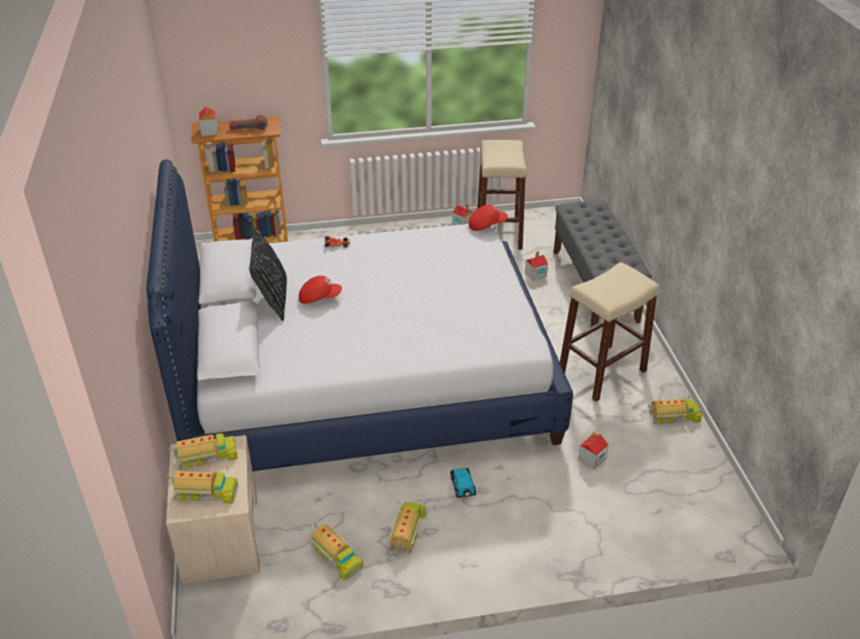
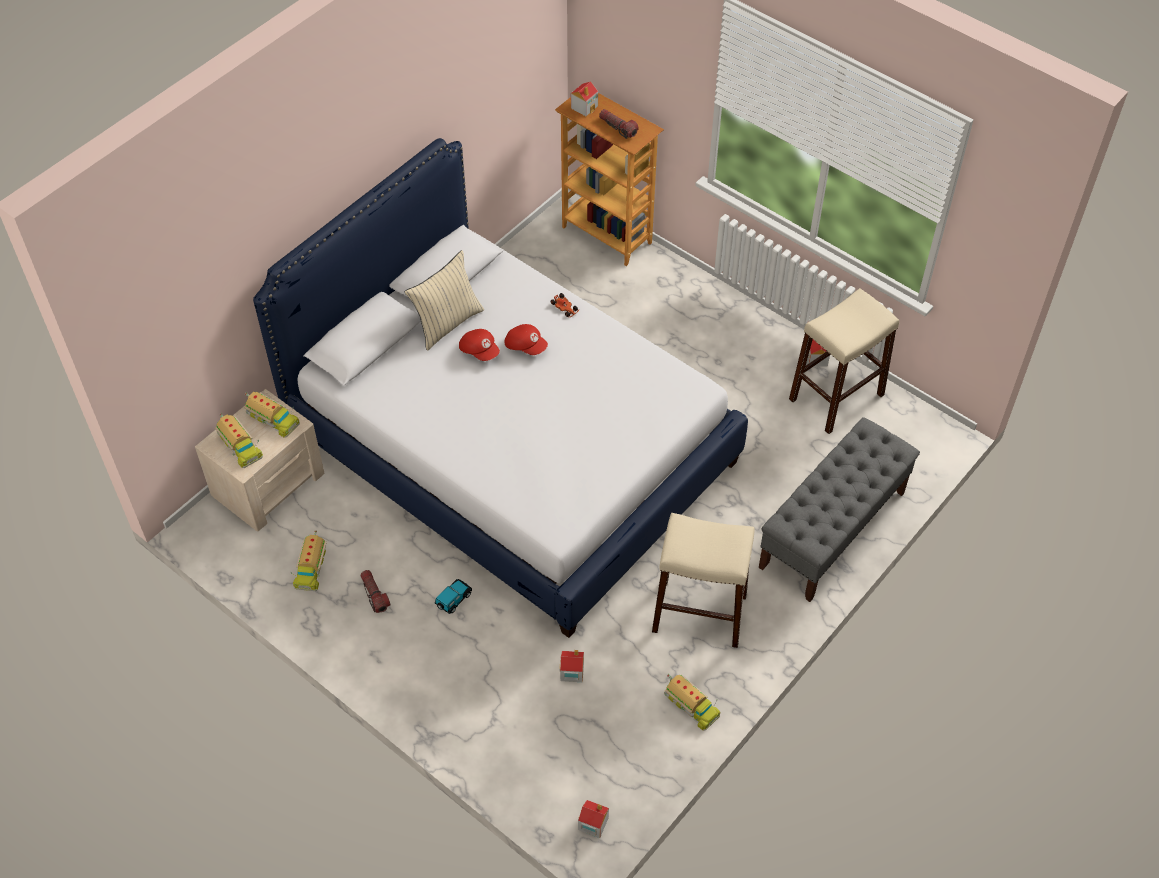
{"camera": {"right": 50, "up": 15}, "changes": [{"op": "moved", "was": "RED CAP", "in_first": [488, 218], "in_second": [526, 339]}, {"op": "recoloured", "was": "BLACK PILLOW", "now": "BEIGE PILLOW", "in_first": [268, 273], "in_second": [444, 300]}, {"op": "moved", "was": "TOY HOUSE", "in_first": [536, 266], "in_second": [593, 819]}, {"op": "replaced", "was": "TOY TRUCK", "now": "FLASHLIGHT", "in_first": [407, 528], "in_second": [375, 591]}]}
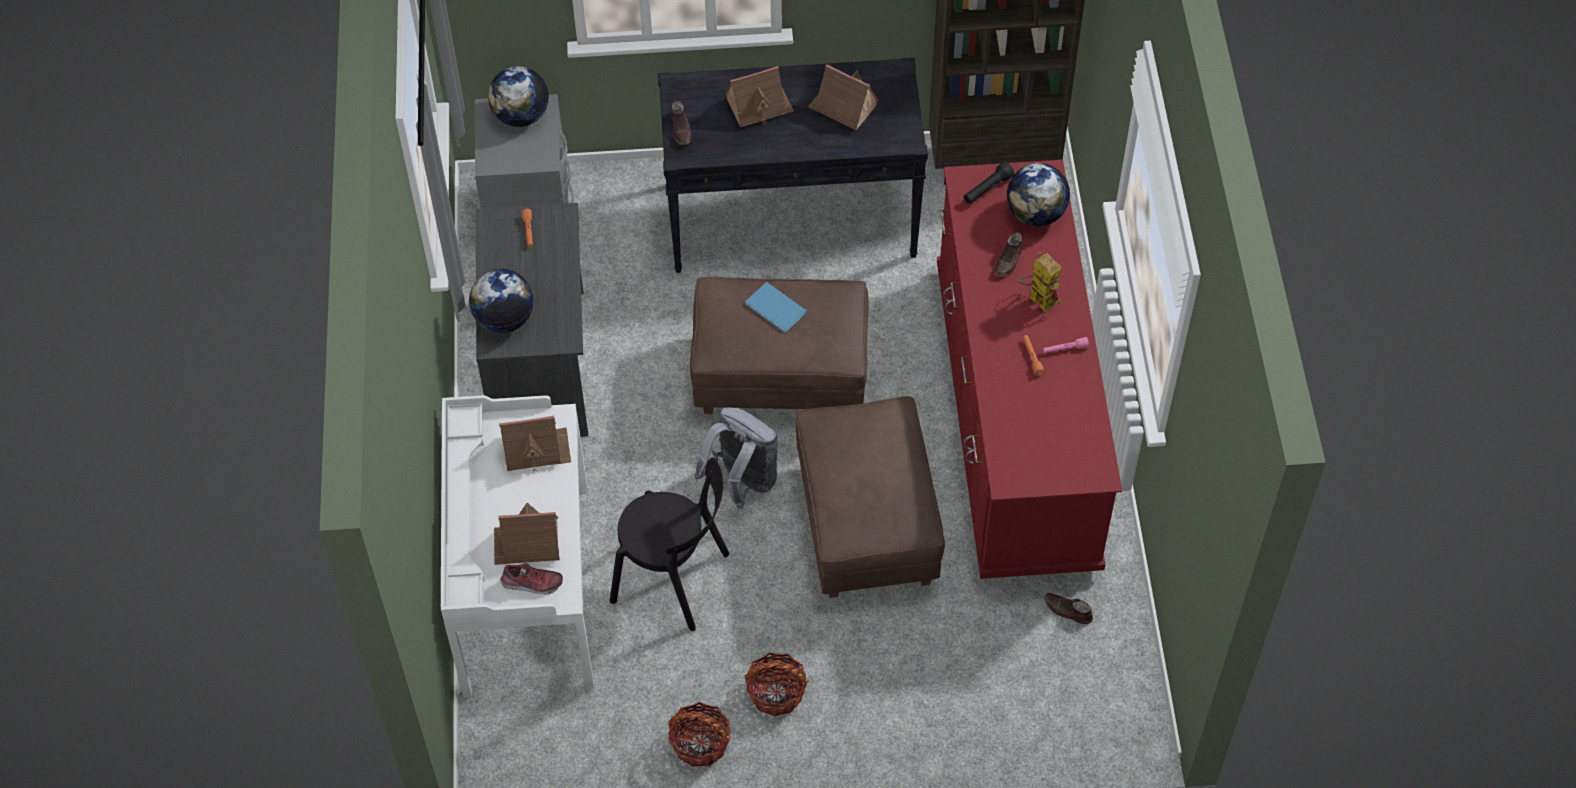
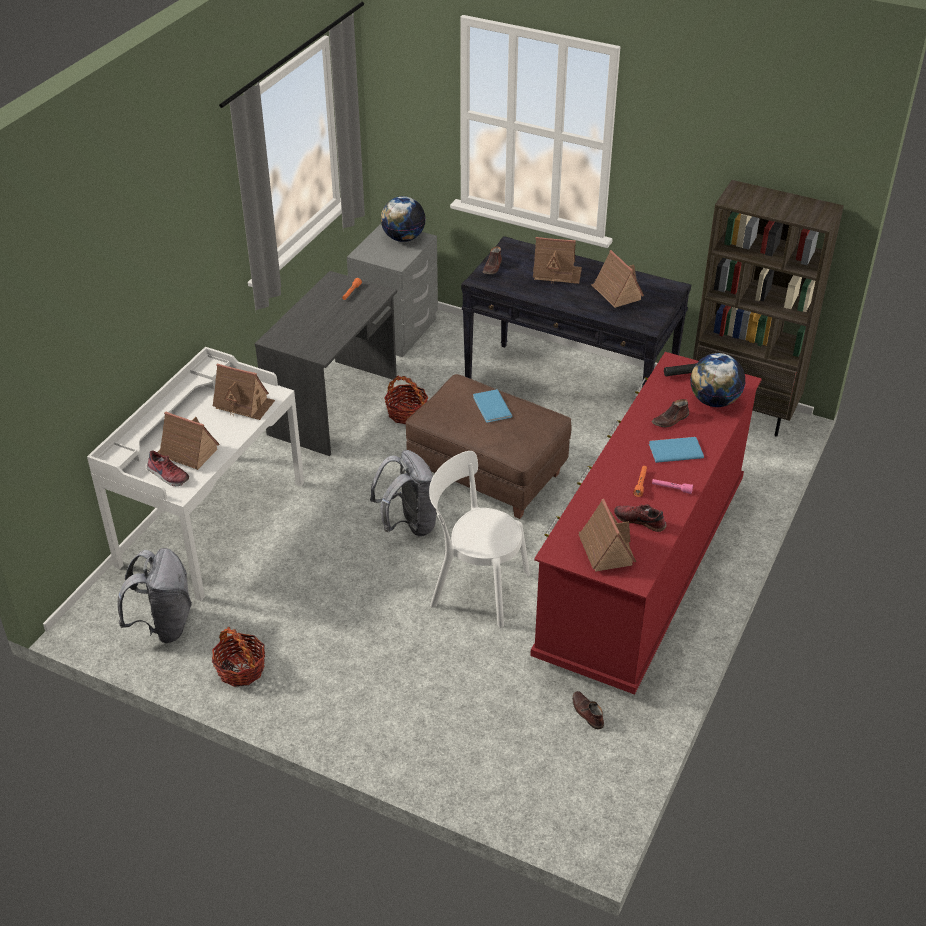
{"camera": {"right": 30, "up": -15}, "changes": [{"op": "replaced", "was": "TOY ROBOT", "now": "BLUE BOOK", "in_first": [1039, 282], "in_second": [676, 450]}, {"op": "removed", "was": "GLOBE", "in_first": [501, 301]}, {"op": "replaced", "was": "BROWN OTTOMAN", "now": "WHITE CHAIR", "in_first": [870, 497], "in_second": [479, 539]}, {"op": "removed", "was": "BLACK CHAIR", "in_first": [669, 544]}, {"op": "moved", "was": "BASKET", "in_first": [776, 684], "in_second": [406, 400]}, {"op": "added", "now": "TOY HOUSE", "in_second": [607, 535]}, {"op": "added", "now": "SHOE", "in_second": [640, 518]}, {"op": "added", "now": "GREY BACKPACK", "in_second": [154, 595]}]}
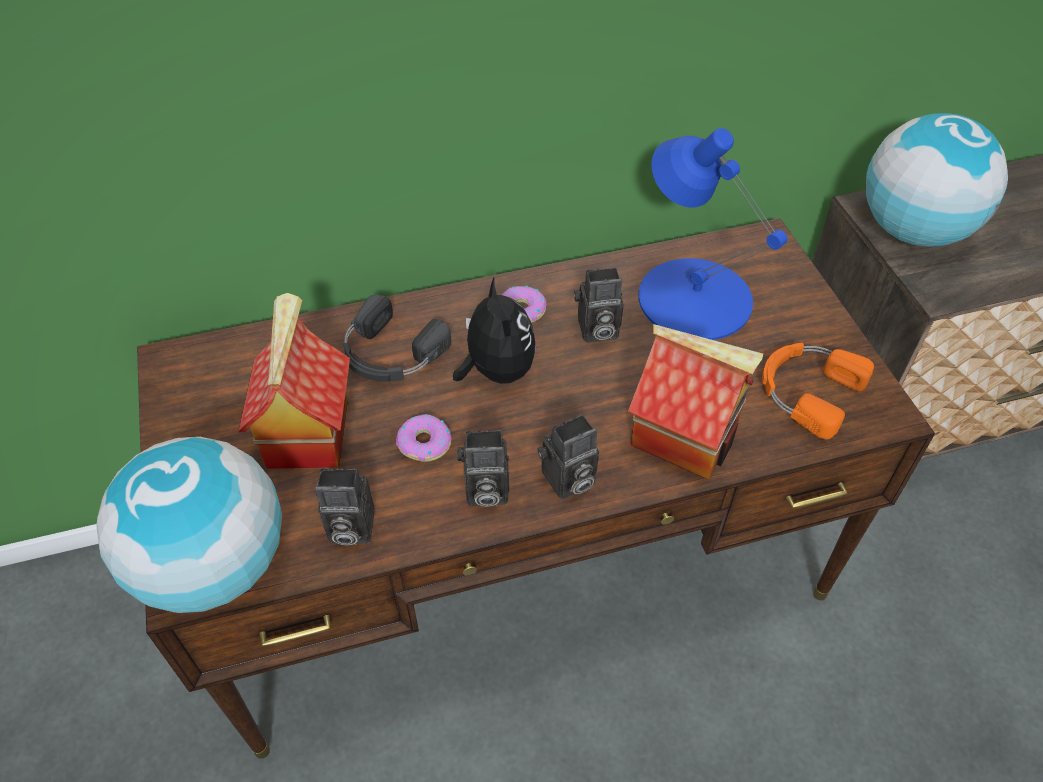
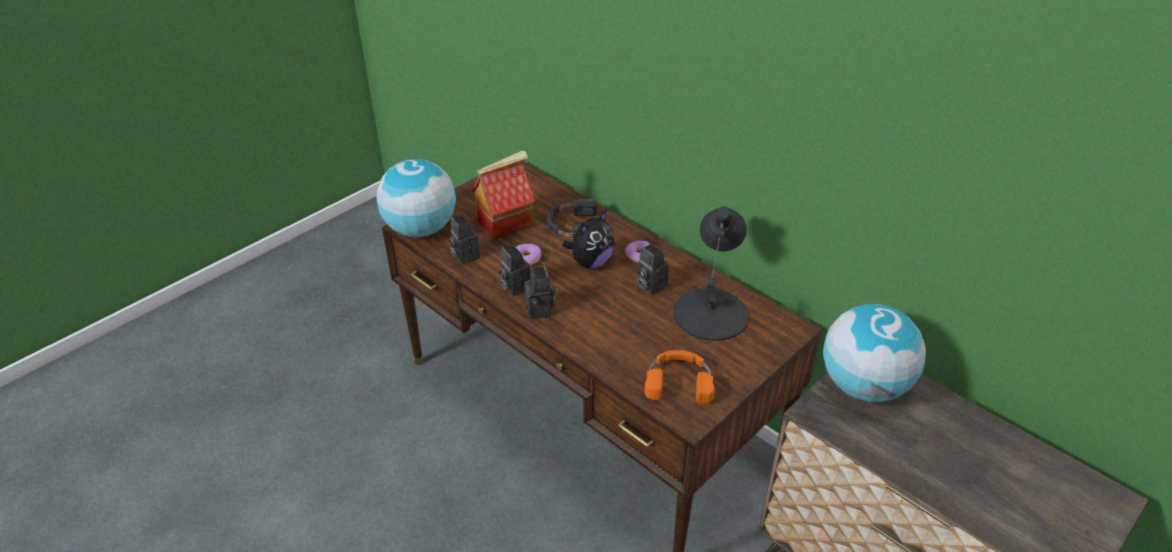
{"camera": {"right": 60, "up": -10}, "changes": [{"op": "recoloured", "was": "BLUE TABLE LAMP", "now": "BLACK TABLE LAMP", "in_first": [713, 234], "in_second": [711, 273]}, {"op": "removed", "was": "TOY HOUSE", "in_first": [695, 402]}, {"op": "turned", "was": "PHOTO CAMERA", "in_first": [568, 457], "in_second": [540, 292], "clockwise": -135}]}
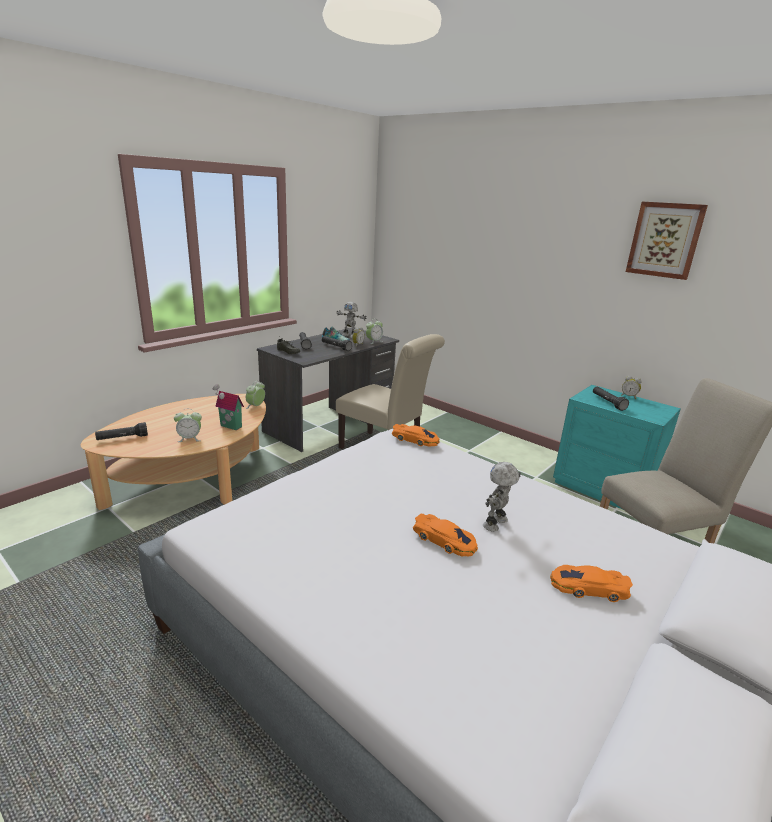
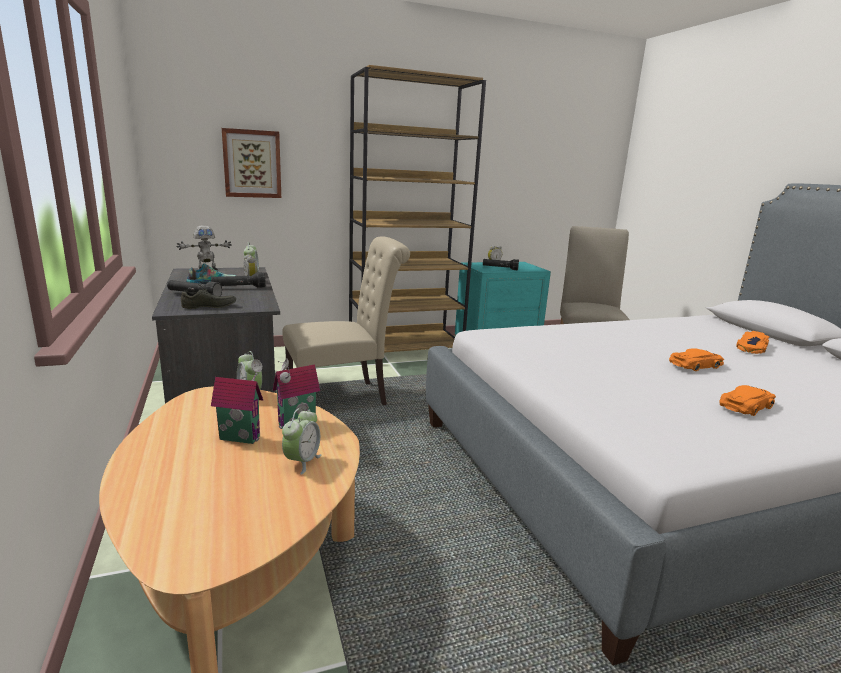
{"camera": {"right": -60, "up": -5}, "changes": [{"op": "moved", "was": "PICTURE", "in_first": [667, 241], "in_second": [251, 163]}, {"op": "removed", "was": "BLACK FLASHLIGHT", "in_first": [121, 431]}, {"op": "moved", "was": "ORANGE TOY CAR", "in_first": [416, 435], "in_second": [748, 400]}, {"op": "removed", "was": "TOY ROBOT", "in_first": [502, 497]}, {"op": "added", "now": "BROWN BOOKCASE", "in_second": [417, 213]}, {"op": "added", "now": "TOY HOUSE", "in_second": [237, 401]}]}
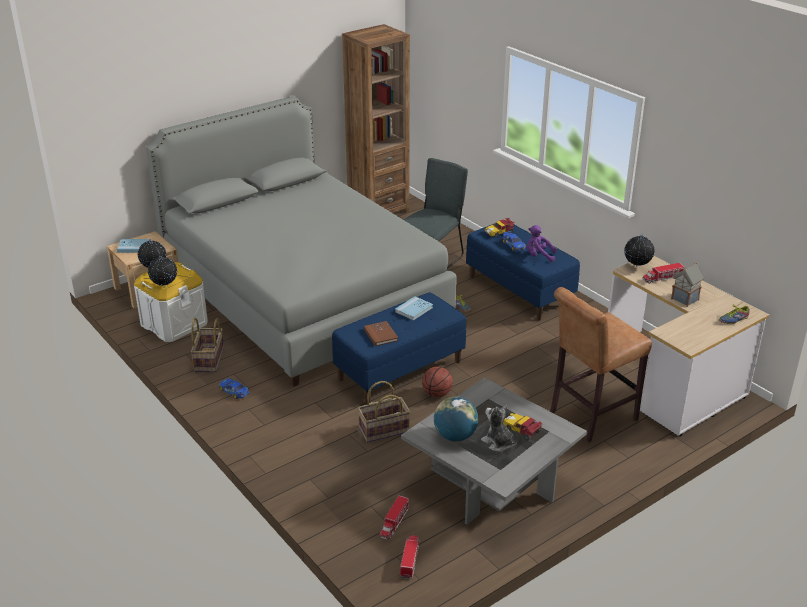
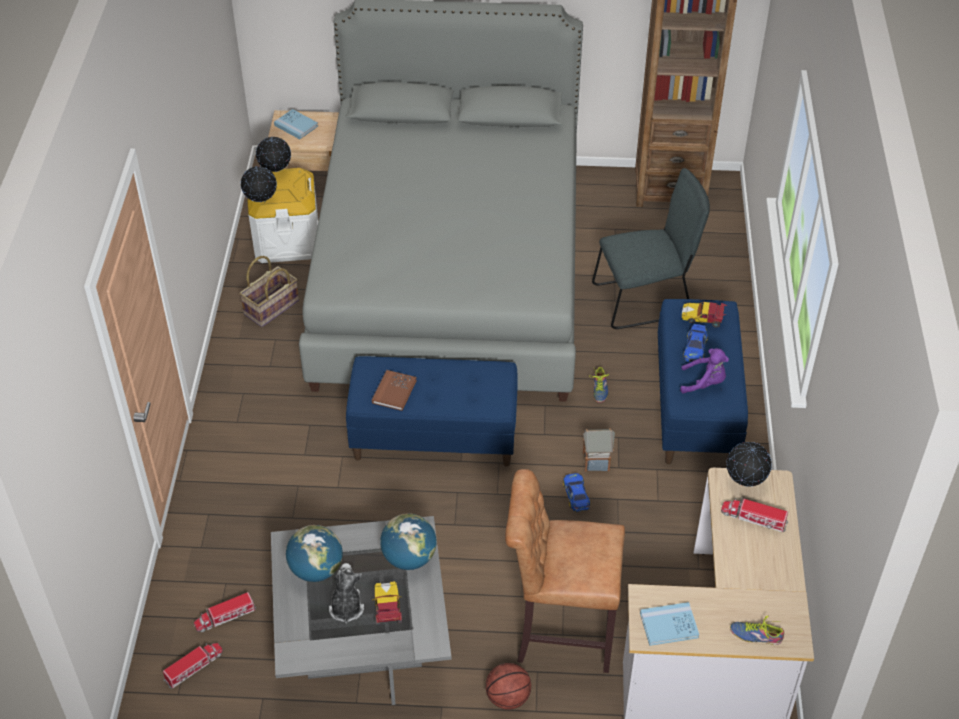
{"camera": {"right": 40, "up": 15}, "changes": [{"op": "turned", "was": "PURPLE PLUSH TOY", "in_first": [542, 243], "in_second": [704, 371], "clockwise": 135}, {"op": "moved", "was": "TOY HOUSE", "in_first": [688, 284], "in_second": [599, 449]}, {"op": "moved", "was": "BLUE BOOK", "in_first": [414, 308], "in_second": [669, 624]}, {"op": "moved", "was": "BASKETBALL", "in_first": [437, 382], "in_second": [508, 686]}, {"op": "moved", "was": "TOY CAR", "in_first": [234, 389], "in_second": [576, 492]}, {"op": "removed", "was": "BASKET", "in_first": [384, 412]}, {"op": "added", "now": "GLOBE", "in_second": [408, 541]}]}
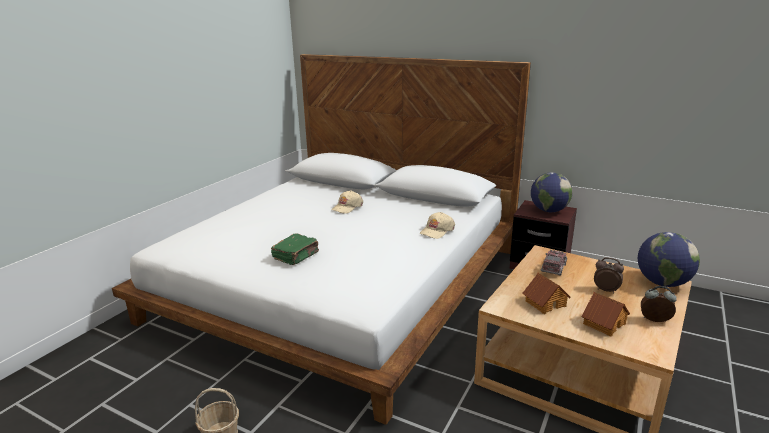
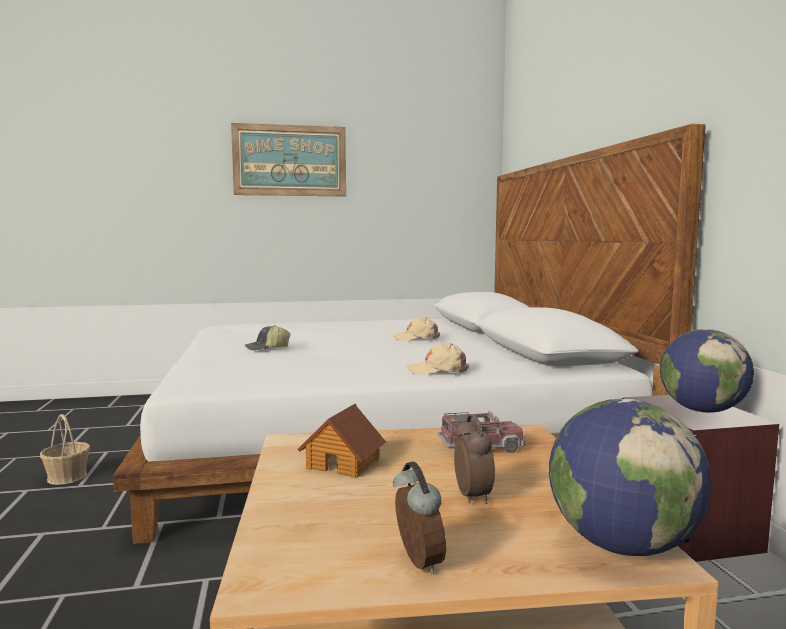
{"camera": {"right": 50, "up": -15}, "changes": [{"op": "replaced", "was": "GREEN BOOK", "now": "CAP", "in_first": [295, 249], "in_second": [267, 338]}, {"op": "removed", "was": "TOY HOUSE", "in_first": [605, 314]}, {"op": "added", "now": "PICTURE", "in_second": [288, 160]}]}
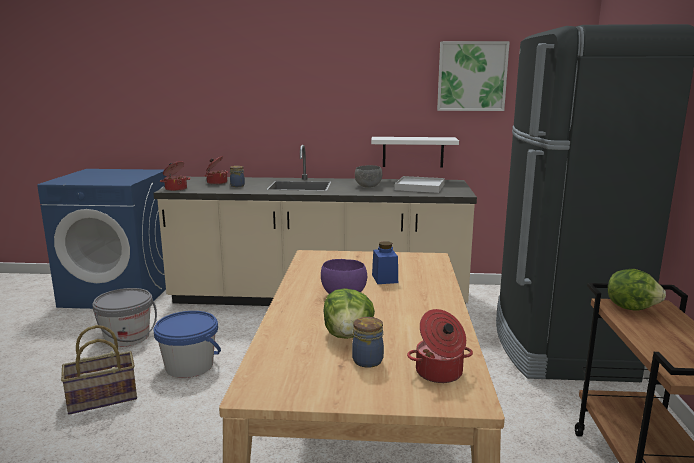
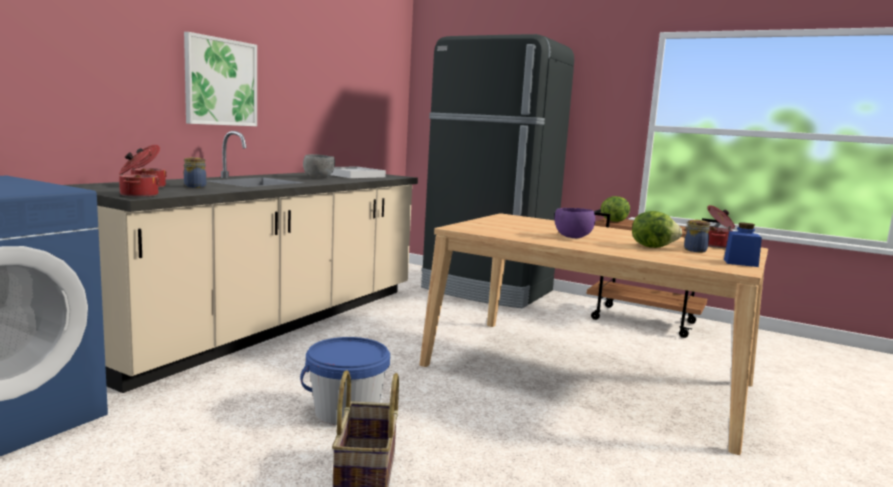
{"camera": {"right": -65, "up": -5}, "changes": [{"op": "moved", "was": "PICTURE", "in_first": [473, 76], "in_second": [220, 79]}, {"op": "removed", "was": "WHITE SHELF", "in_first": [415, 152]}, {"op": "moved", "was": "BLUE JAR", "in_first": [385, 262], "in_second": [743, 244]}, {"op": "removed", "was": "GREY BUCKET", "in_first": [124, 317]}]}
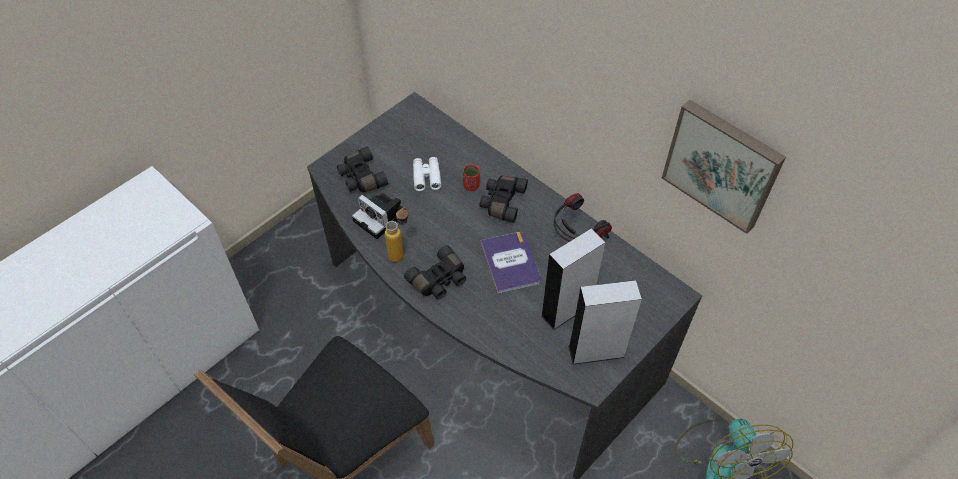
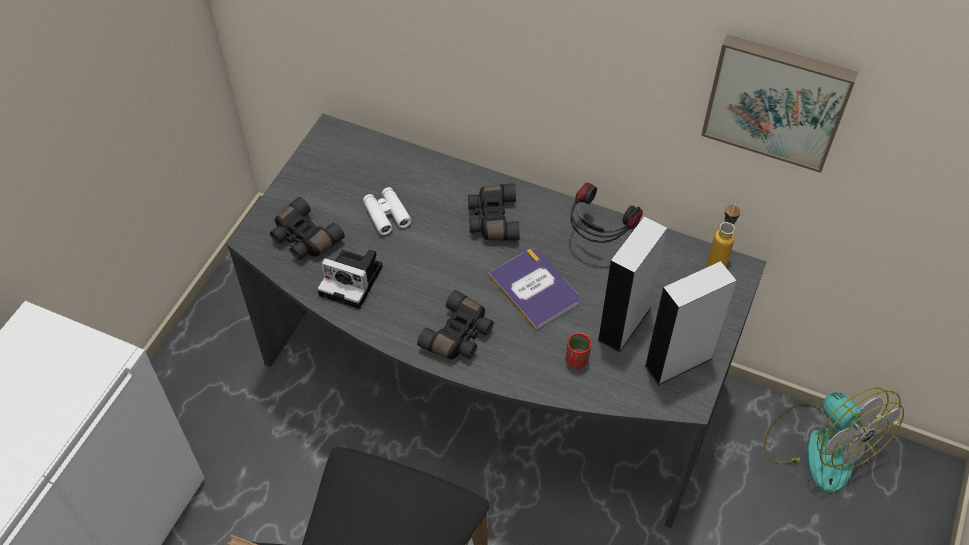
{"camera": {"right": -20, "up": 0}, "changes": [{"op": "moved", "was": "RED CUP", "in_first": [471, 177], "in_second": [578, 351]}, {"op": "moved", "was": "BOTTLE", "in_first": [396, 235], "in_second": [723, 234]}]}
